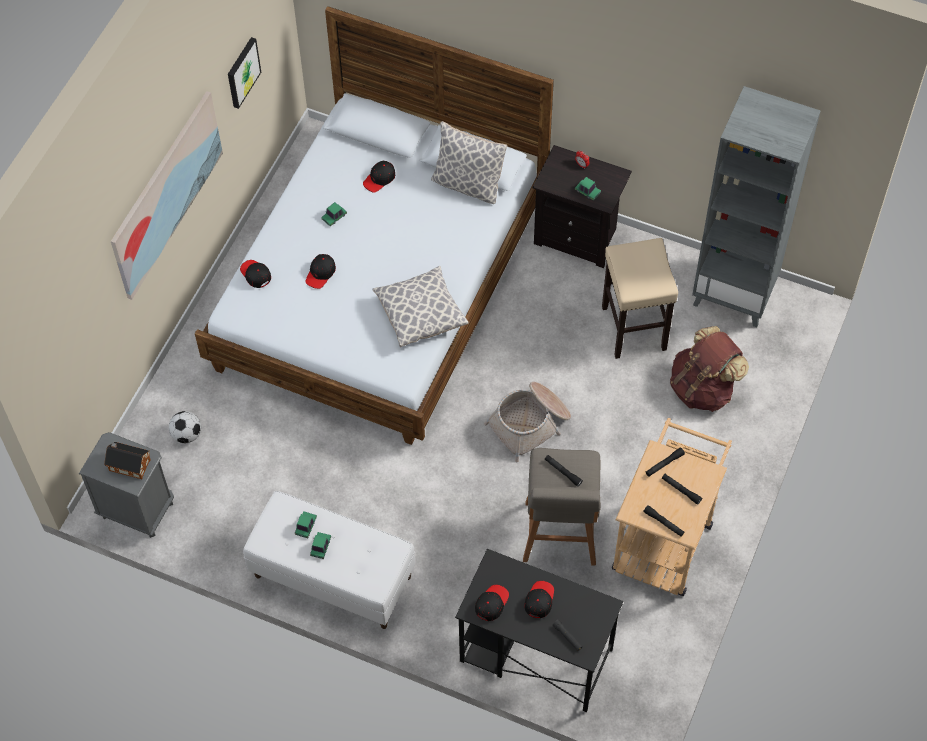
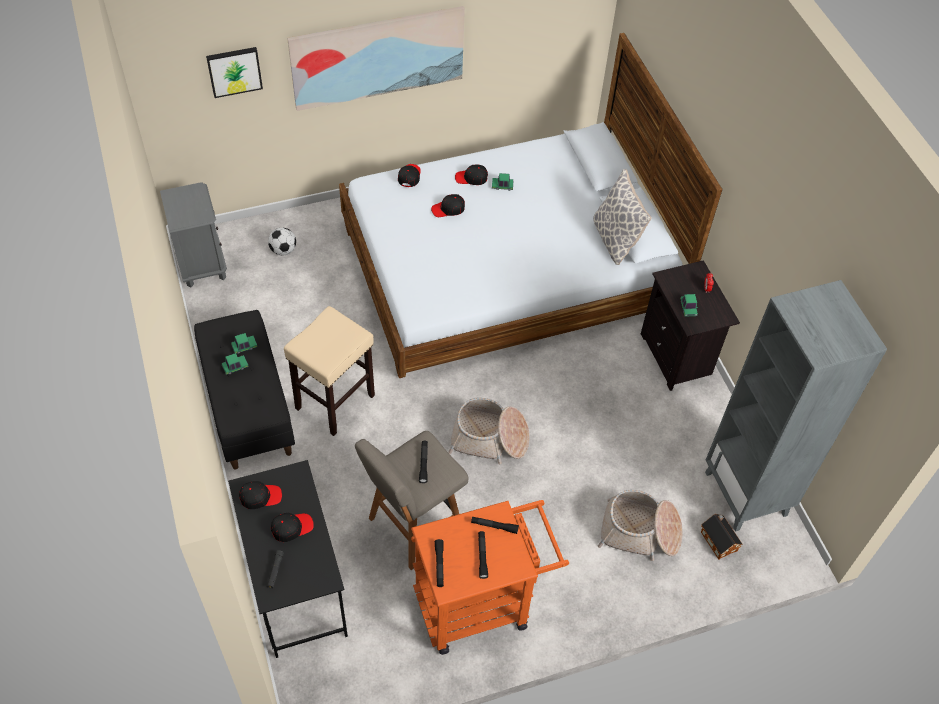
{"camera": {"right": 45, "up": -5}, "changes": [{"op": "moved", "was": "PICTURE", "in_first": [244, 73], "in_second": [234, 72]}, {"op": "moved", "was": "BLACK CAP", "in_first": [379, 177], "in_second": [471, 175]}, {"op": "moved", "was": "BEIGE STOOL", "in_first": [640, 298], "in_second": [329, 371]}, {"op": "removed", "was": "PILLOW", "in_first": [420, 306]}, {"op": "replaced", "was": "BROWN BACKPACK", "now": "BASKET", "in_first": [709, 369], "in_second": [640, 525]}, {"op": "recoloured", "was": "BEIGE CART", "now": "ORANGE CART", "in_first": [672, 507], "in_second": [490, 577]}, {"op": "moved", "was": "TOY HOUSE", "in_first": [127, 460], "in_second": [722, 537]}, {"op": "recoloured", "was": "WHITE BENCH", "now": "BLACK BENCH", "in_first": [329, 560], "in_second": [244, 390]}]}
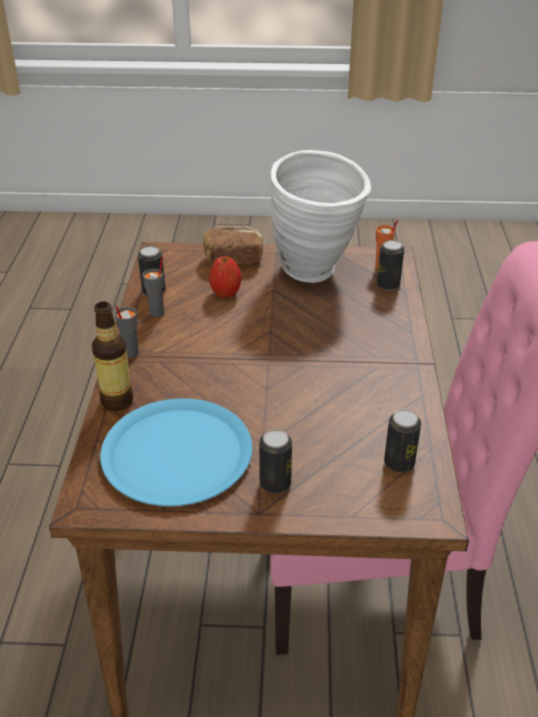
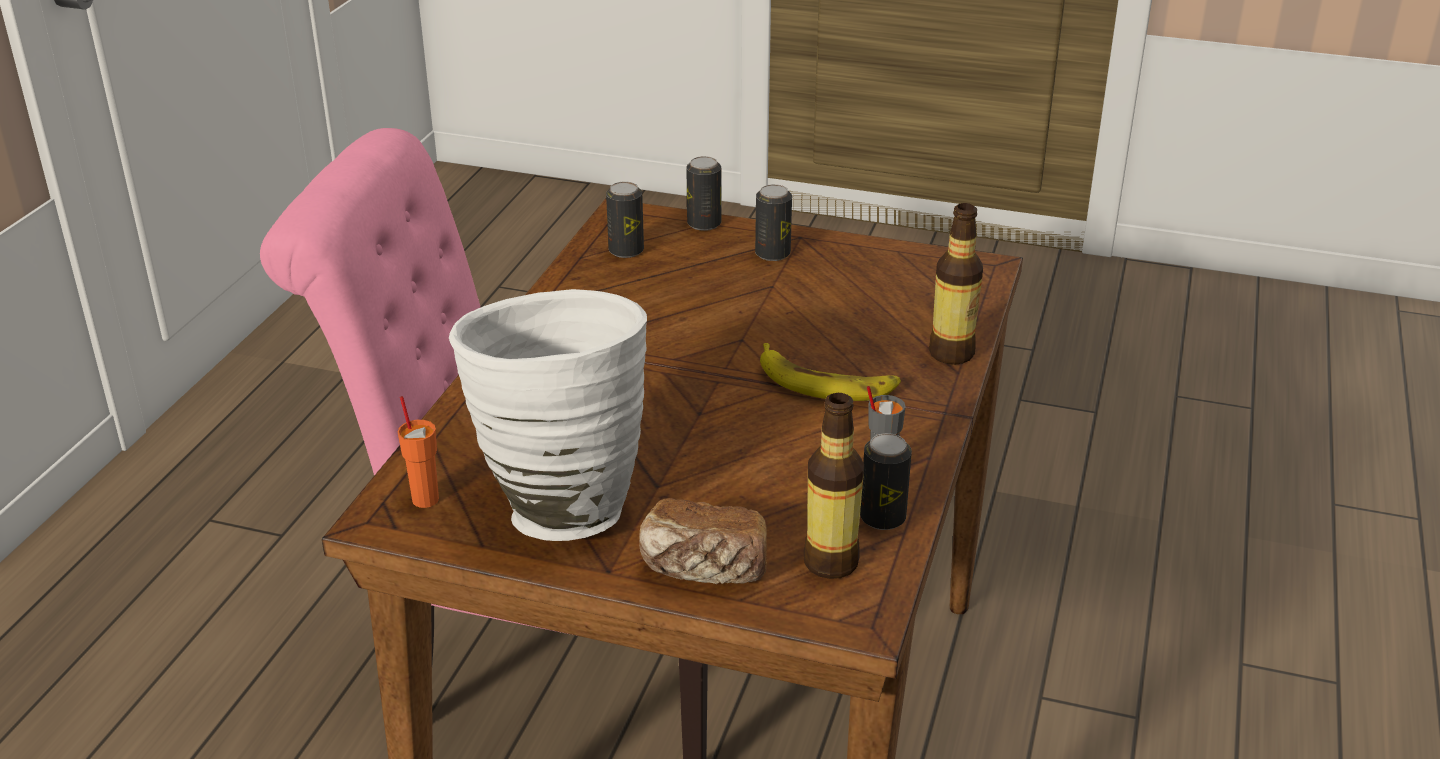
{"camera": {"right": -165, "up": -5}, "changes": [{"op": "moved", "was": "CAN", "in_first": [390, 265], "in_second": [703, 193]}, {"op": "removed", "was": "APPLE", "in_first": [225, 277]}, {"op": "removed", "was": "GREY CUP", "in_first": [127, 332]}, {"op": "removed", "was": "BLUE PLATE", "in_first": [176, 452]}, {"op": "added", "now": "BANANA", "in_second": [830, 372]}, {"op": "added", "now": "BOTTLE", "in_second": [834, 486]}]}
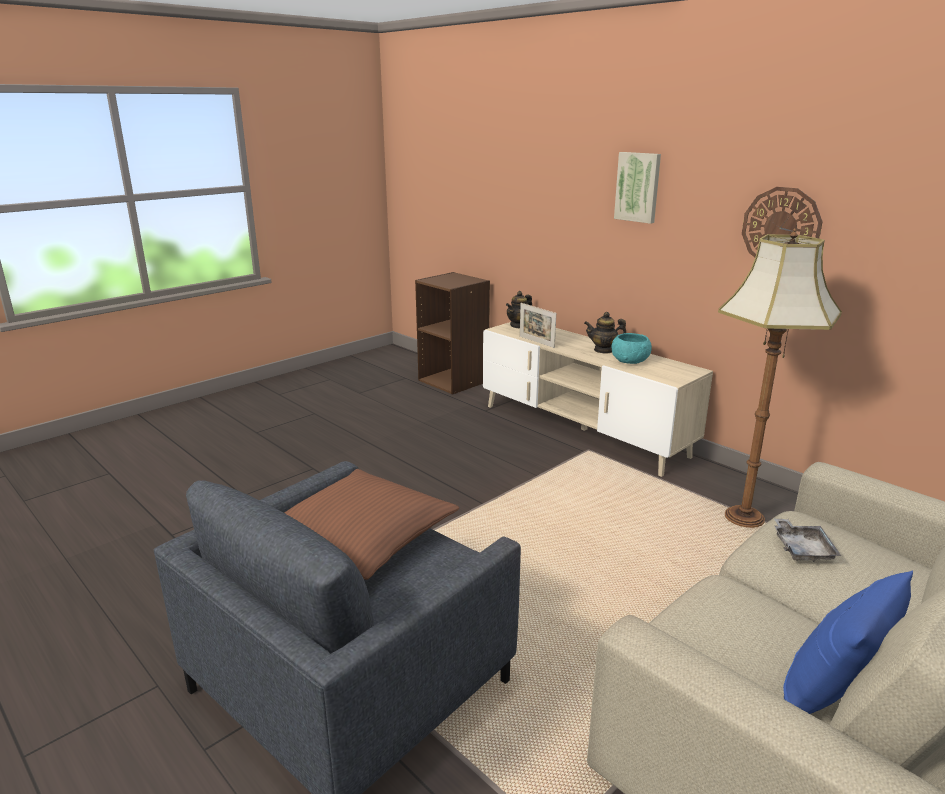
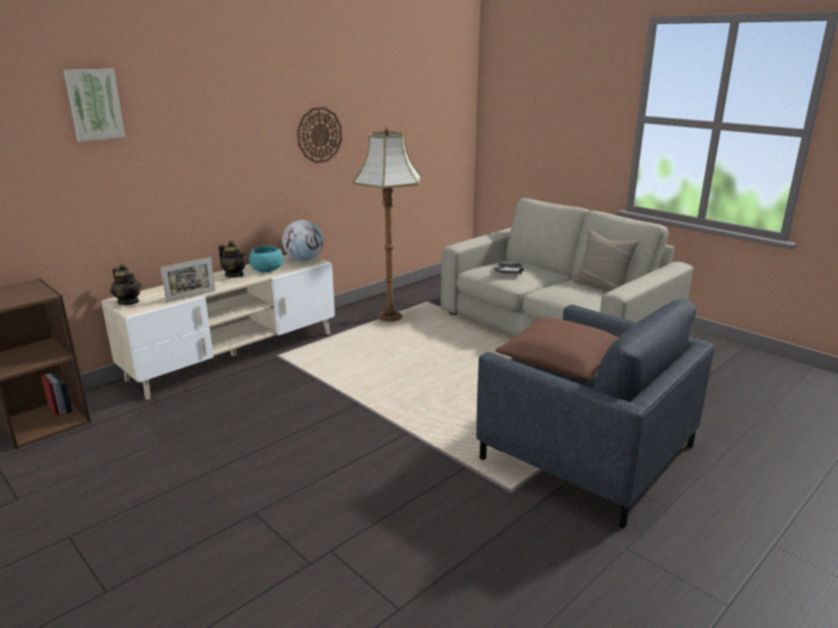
{"camera": {"right": -90, "up": 0}, "changes": [{"op": "moved", "was": "PICTURE", "in_first": [637, 188], "in_second": [94, 105]}, {"op": "turned", "was": "TEAPOT", "in_first": [605, 332], "in_second": [232, 259], "clockwise": -60}, {"op": "recoloured", "was": "BLUE PILLOW", "now": "BEIGE PILLOW", "in_first": [848, 642], "in_second": [606, 260]}, {"op": "added", "now": "GLOBE", "in_second": [302, 240]}]}
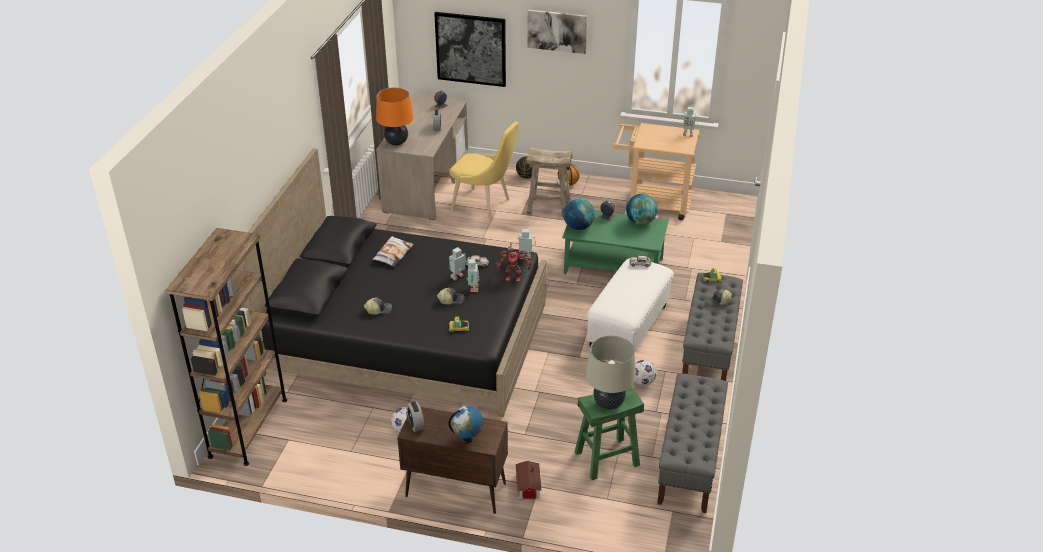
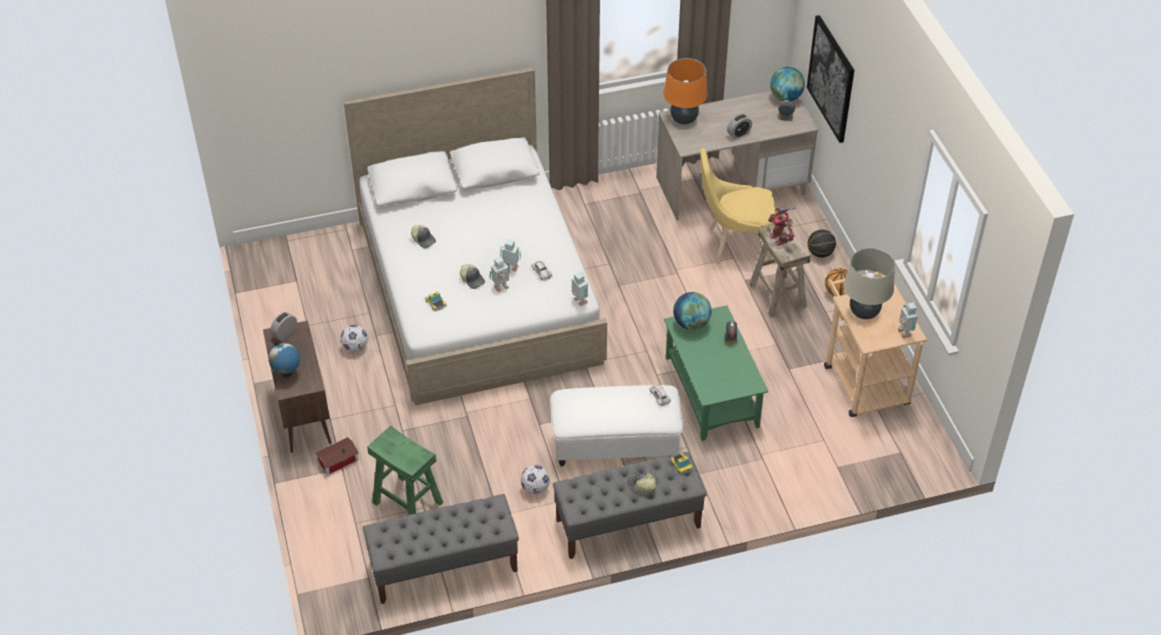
{"camera": {"right": 60, "up": 10}, "changes": [{"op": "removed", "was": "PICTURE", "in_first": [557, 31]}, {"op": "turned", "was": "YELLOW CHAIR", "in_first": [484, 170], "in_second": [738, 206], "clockwise": 90}, {"op": "recoloured", "was": "BLACK BED", "now": "WHITE BED", "in_first": [393, 282], "in_second": [475, 236]}, {"op": "moved", "was": "GLOBE", "in_first": [642, 209], "in_second": [787, 84]}, {"op": "removed", "was": "BROWN BOOKCASE", "in_first": [226, 347]}, {"op": "removed", "was": "PILLOW", "in_first": [393, 251]}, {"op": "moved", "was": "TOY ROBOT", "in_first": [513, 262], "in_second": [782, 226]}, {"op": "moved", "was": "BEIGE TABLE LAMP", "in_first": [611, 372], "in_second": [869, 283]}]}
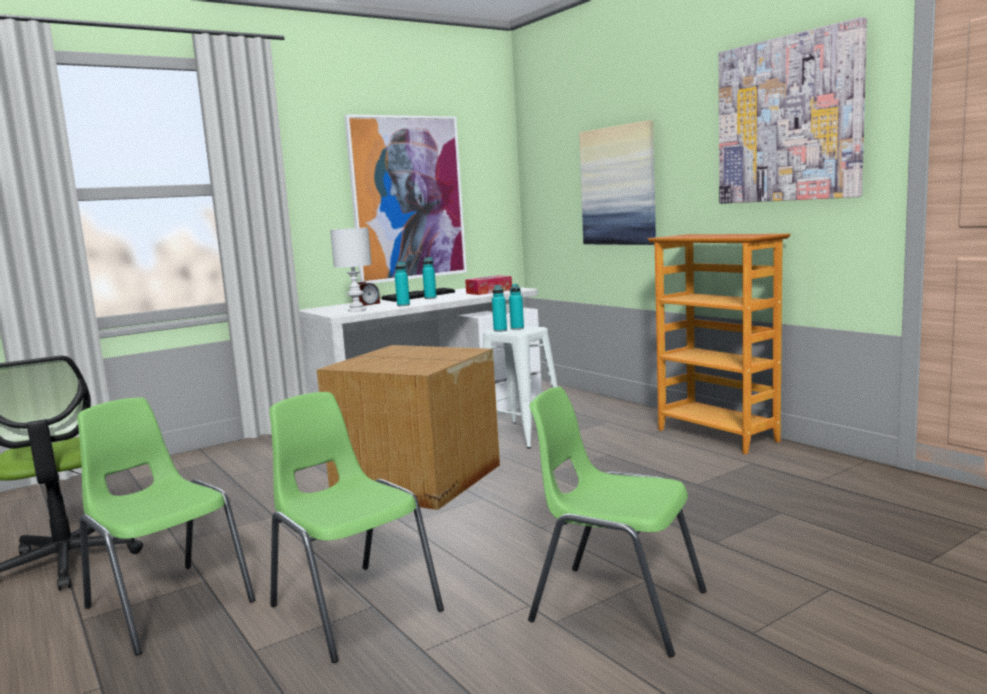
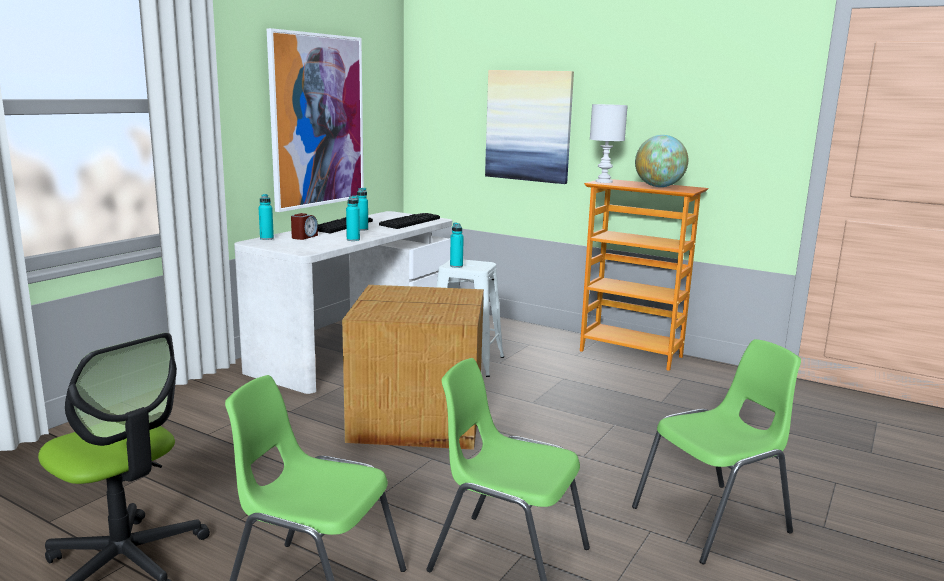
{"camera": {"right": -25, "up": 5}, "changes": [{"op": "removed", "was": "PICTURE", "in_first": [793, 110]}, {"op": "moved", "was": "WHITE TABLE LAMP", "in_first": [351, 269], "in_second": [609, 143]}, {"op": "replaced", "was": "TISSUE BOX", "now": "KEYBOARD", "in_first": [488, 285], "in_second": [409, 221]}, {"op": "moved", "was": "TURQUOISE BOTTLE", "in_first": [516, 307], "in_second": [266, 217]}, {"op": "turned", "was": "GREEN CHAIR", "in_first": [617, 522], "in_second": [716, 451], "clockwise": 150}, {"op": "added", "now": "GLOBE", "in_second": [661, 161]}]}
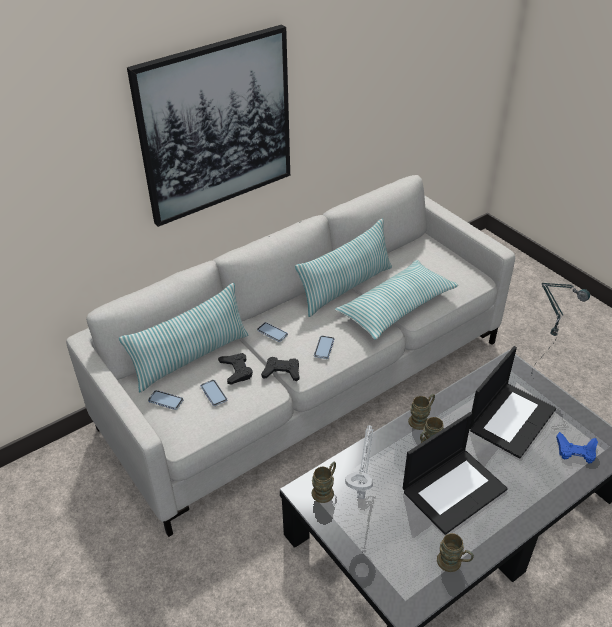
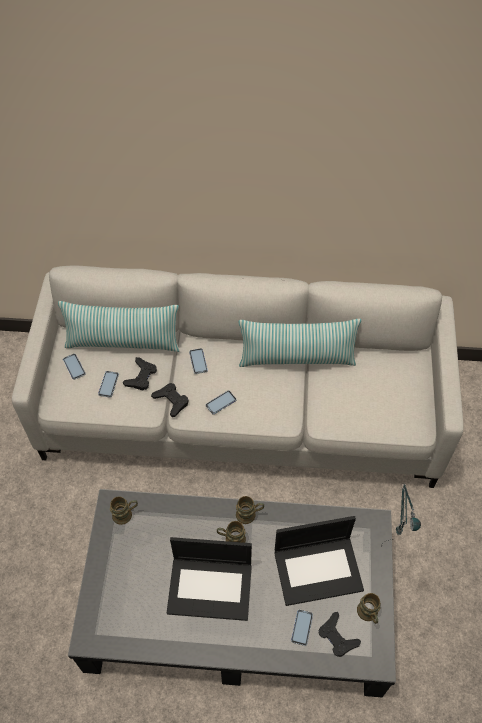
{"camera": {"right": 40, "up": 15}, "changes": [{"op": "removed", "was": "PICTURE", "in_first": [208, 126]}, {"op": "removed", "was": "PILLOW", "in_first": [396, 300]}, {"op": "removed", "was": "GREY TABLE LAMP", "in_first": [359, 462]}, {"op": "recoloured", "was": "BLUE GAME CONTROLLER", "now": "BLACK GAME CONTROLLER", "in_first": [577, 448], "in_second": [340, 634]}, {"op": "moved", "was": "BROWN MUG", "in_first": [455, 552], "in_second": [369, 608]}, {"op": "added", "now": "PHONE", "in_second": [302, 628]}]}
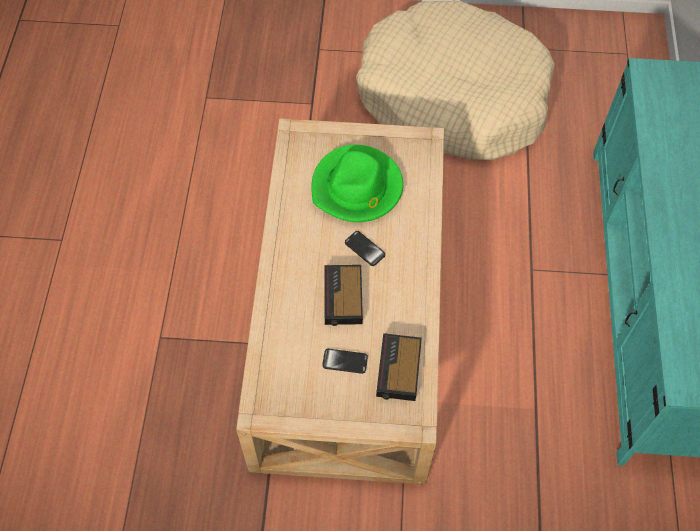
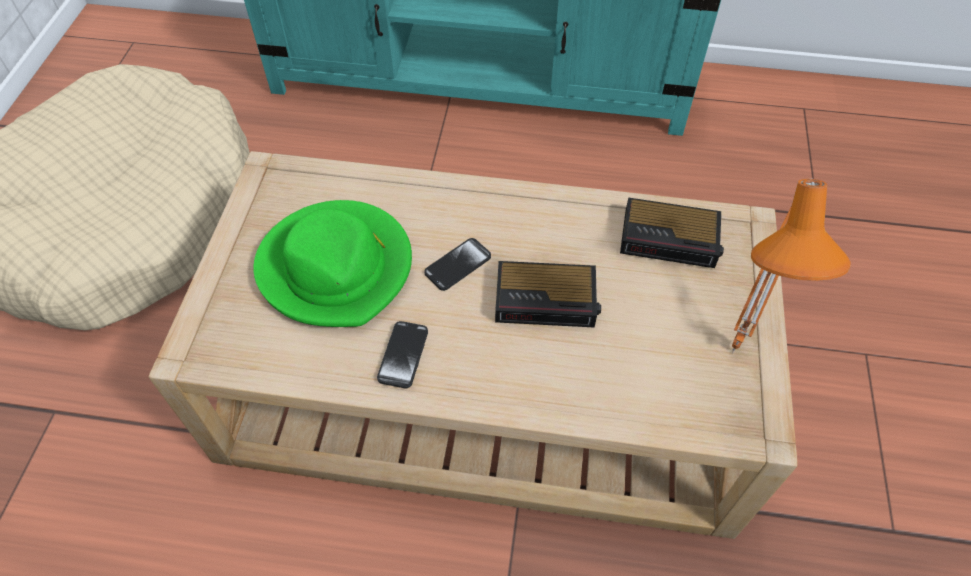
{"camera": {"right": -85, "up": -5}, "changes": [{"op": "moved", "was": "PHONE", "in_first": [345, 361], "in_second": [402, 354]}, {"op": "added", "now": "ORANGE TABLE LAMP", "in_second": [791, 266]}]}
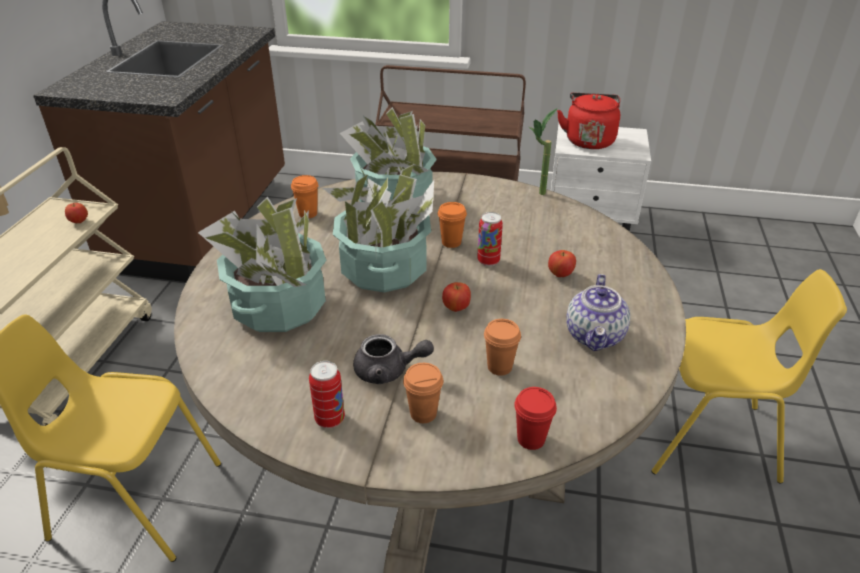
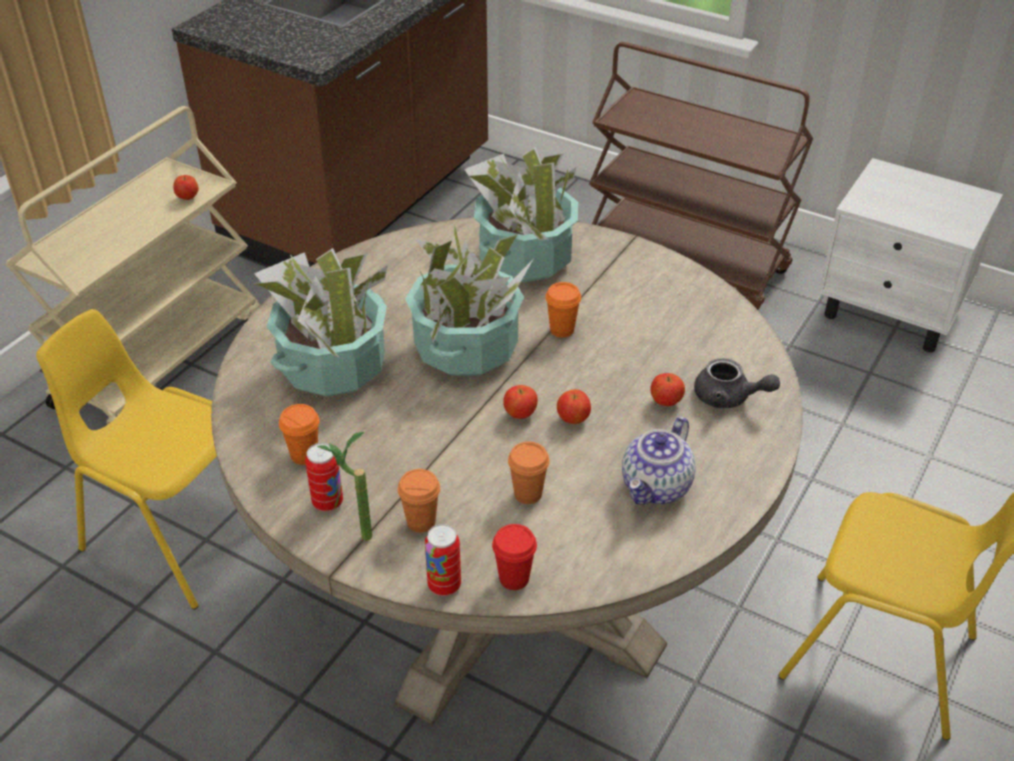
{"camera": {"right": 20, "up": 5}, "changes": [{"op": "removed", "was": "RED KETTLE", "in_first": [588, 121]}, {"op": "moved", "was": "POTTED PLANT", "in_first": [543, 151], "in_second": [344, 486]}, {"op": "moved", "was": "ORANGE CUP", "in_first": [305, 196], "in_second": [299, 434]}, {"op": "moved", "was": "CAN", "in_first": [490, 239], "in_second": [443, 560]}, {"op": "moved", "was": "GREY TEAPOT", "in_first": [393, 359], "in_second": [737, 383]}, {"op": "added", "now": "APPLE", "in_second": [574, 406]}]}
